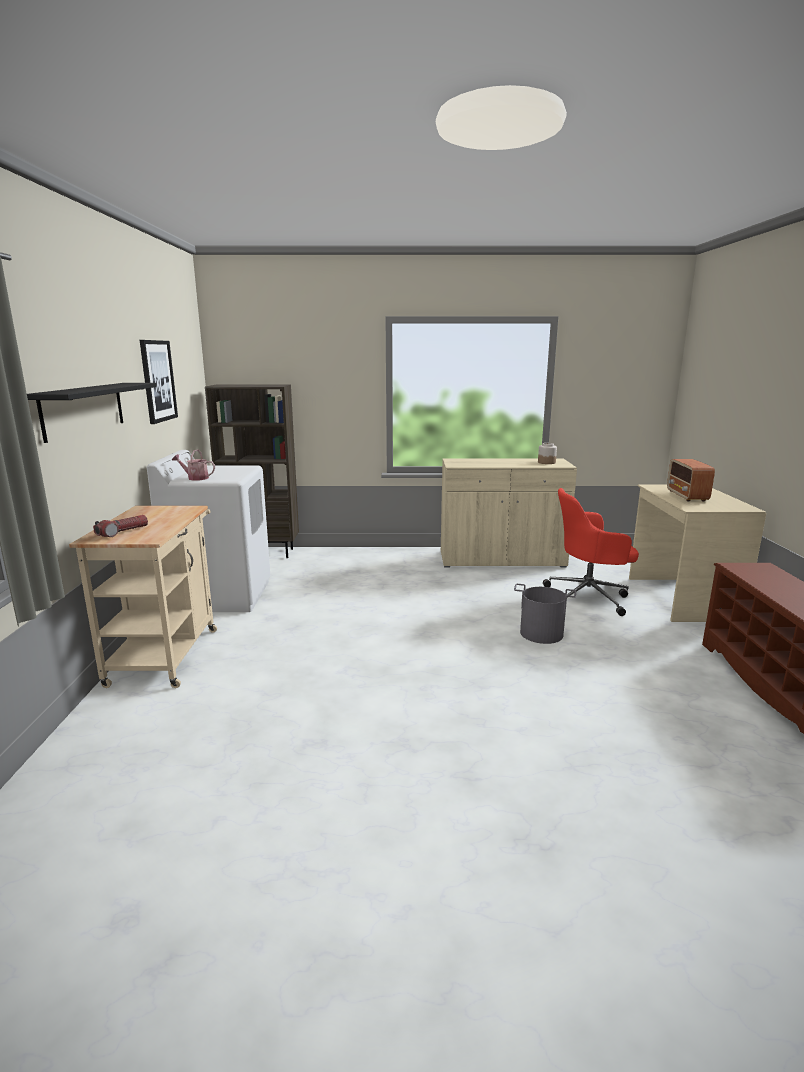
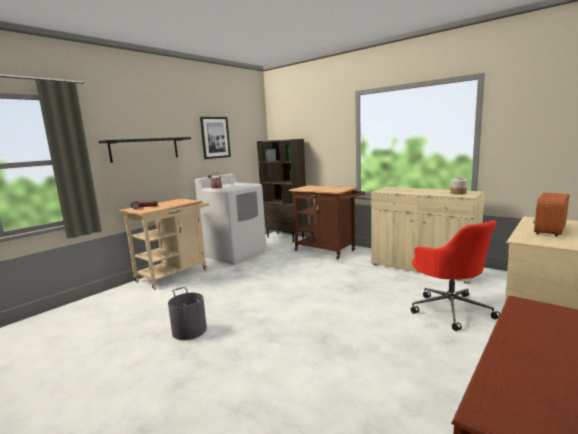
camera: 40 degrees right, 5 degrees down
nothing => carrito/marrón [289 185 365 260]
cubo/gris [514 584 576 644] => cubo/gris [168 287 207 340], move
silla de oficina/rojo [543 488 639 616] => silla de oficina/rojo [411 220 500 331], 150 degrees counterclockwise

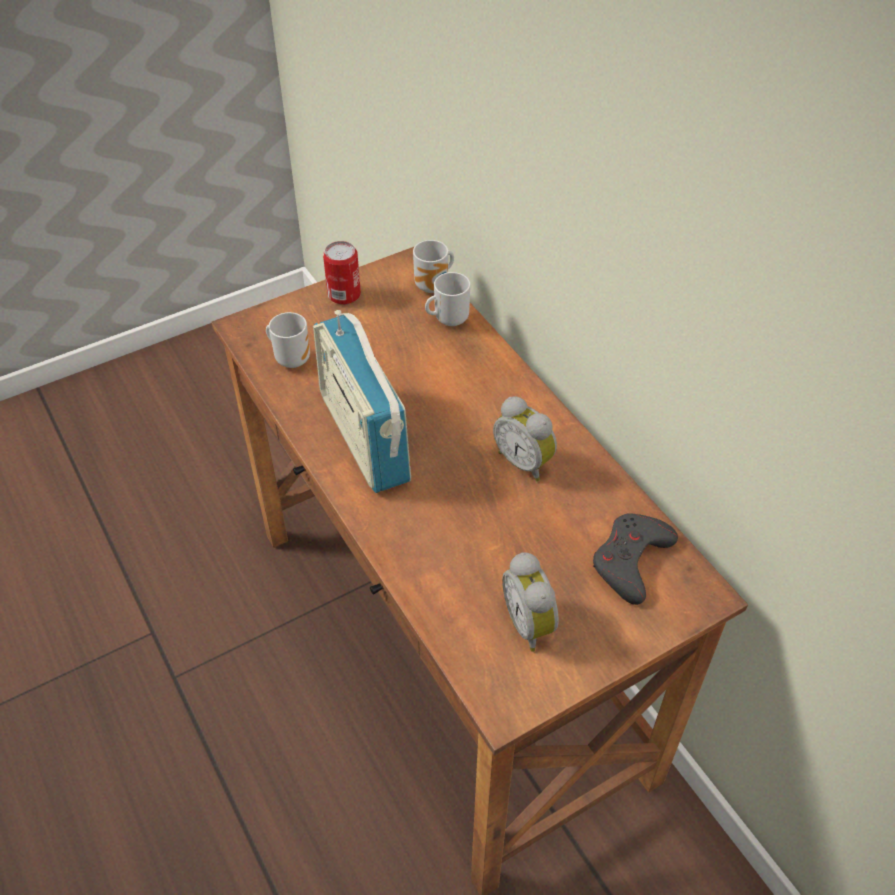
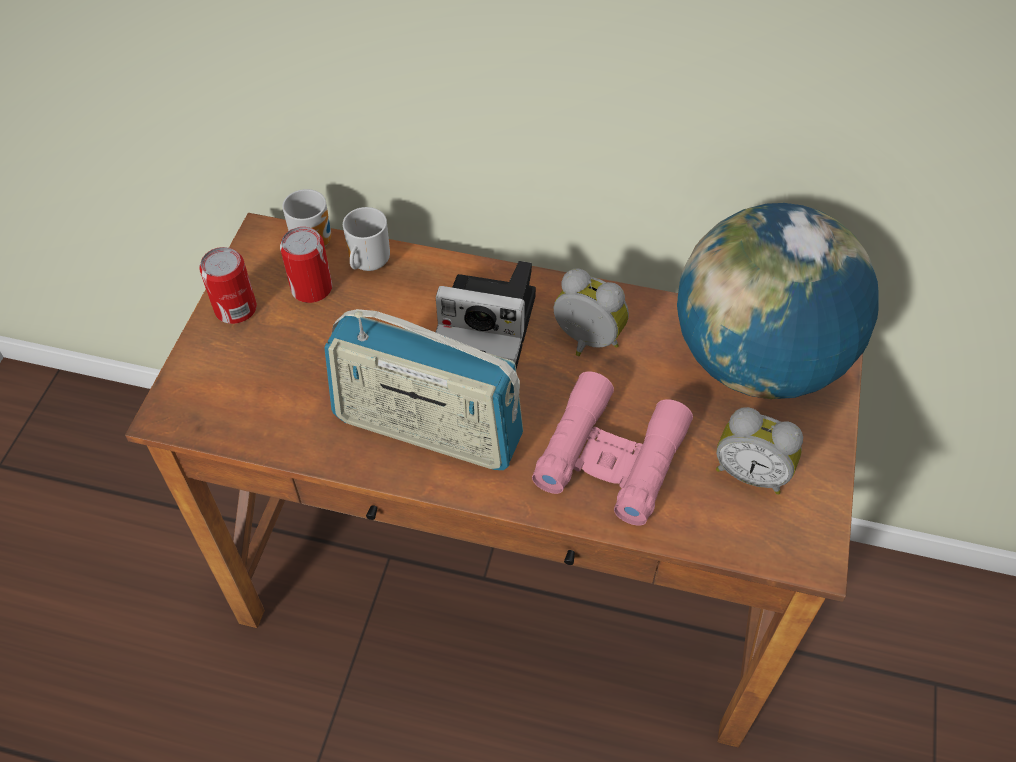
camera: 45 degrees left, 5 degrees up
taza grande [266 312 310 368] => nothing
nothing => lata [280 227 332 303]
nothing => cámara [436 261 536 369]
nothing => prismáticos/rosa [532 371 693 526]
mando de consola/gris [593 513 678 605] => globo terráqueo [677 203 879 399]
despertador [493 396 557 482] => despertador [553 269 629 356], 150 degrees counterclockwise

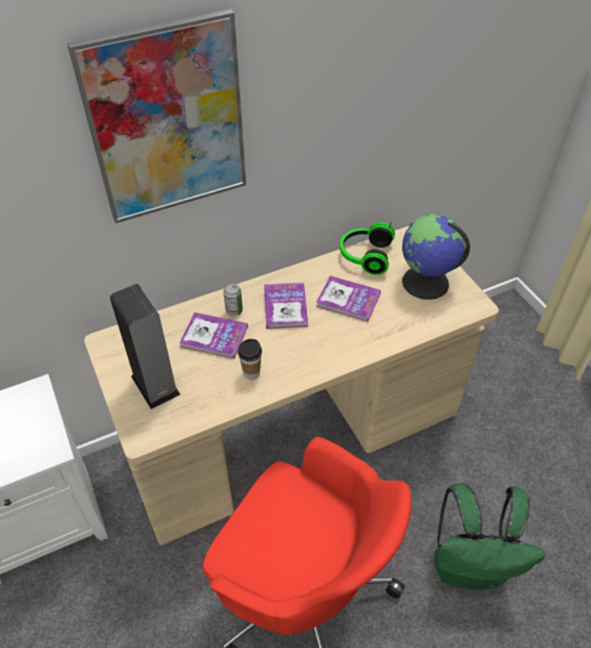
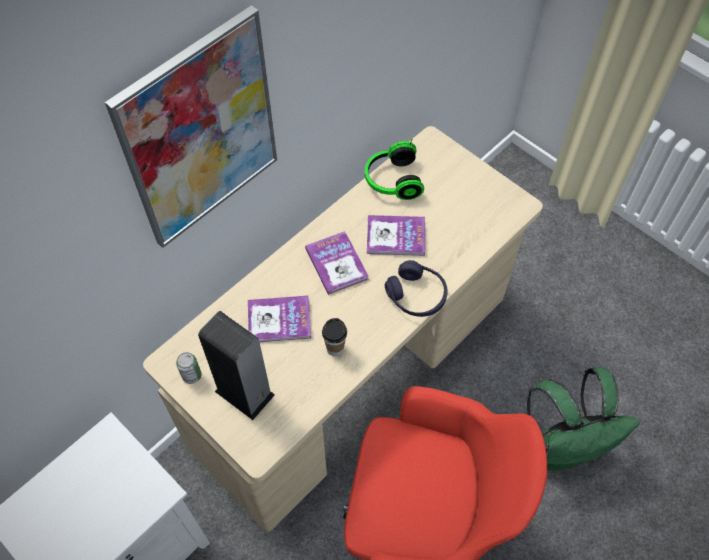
camera: 20 degrees left, 10 degrees up
globo terráqueo [402 214 470 300] => nothing
nothing => auriculares/morado [385 260 448 317]
lata [224 283 243 316] => lata [176 352 202 384], move

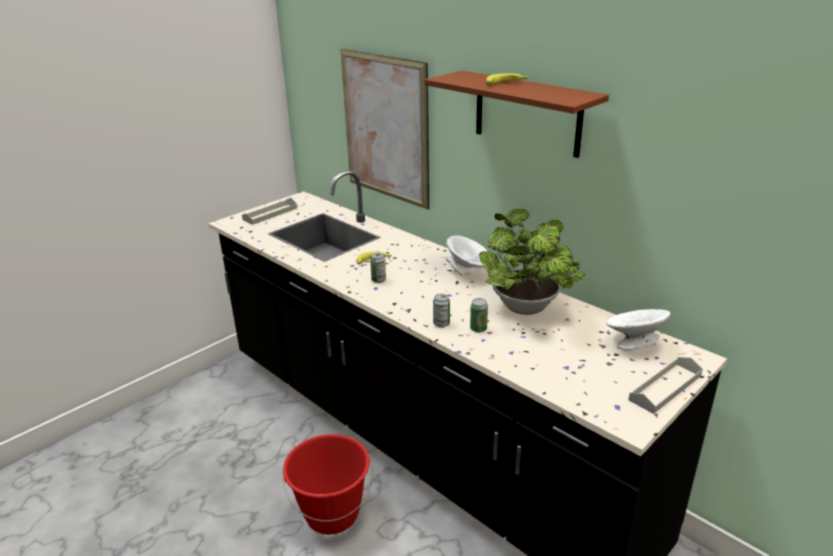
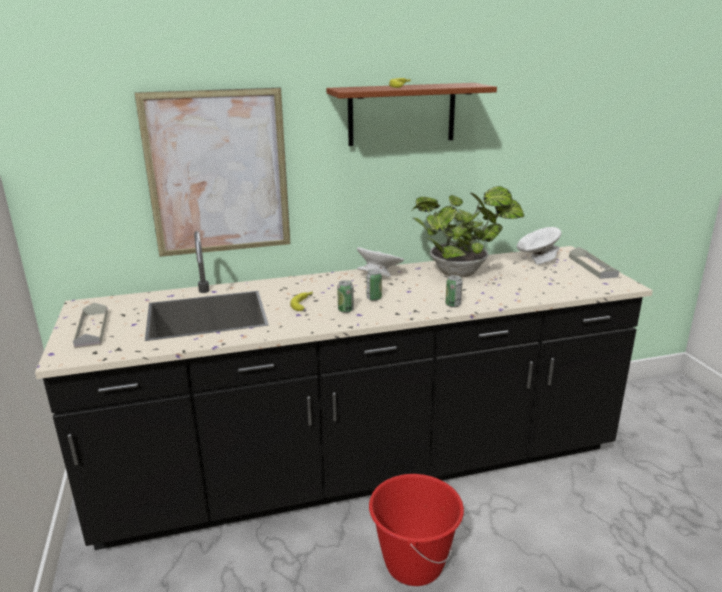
camera: 60 degrees left, 5 degrees down
lata [470 298 488 333] => lata [366 270 382 301], move

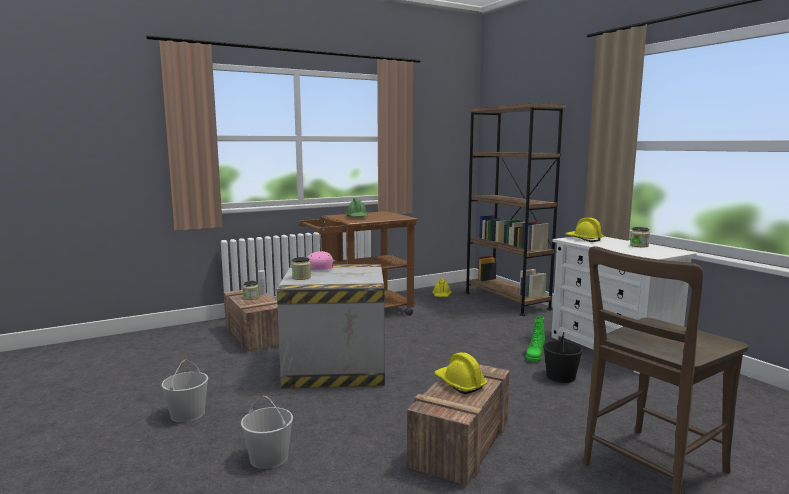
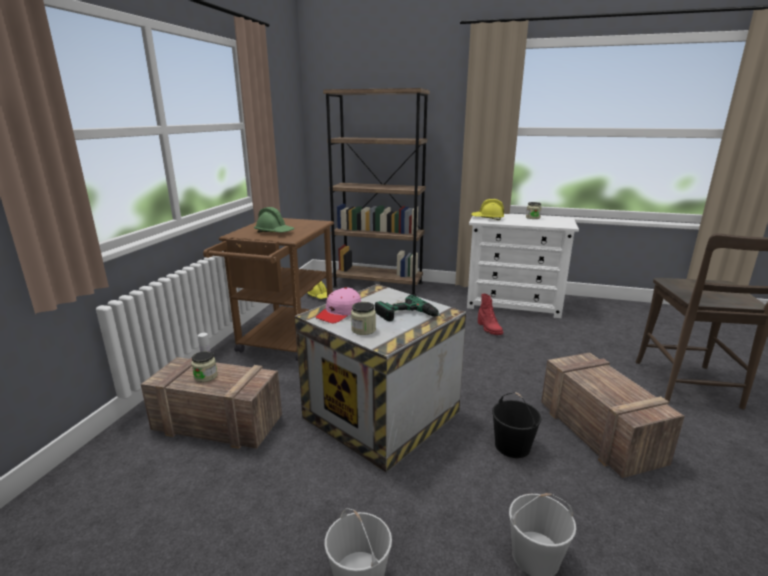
camera: 45 degrees left, 10 degrees up
casco/amarillo [434 352 487 394] => nothing
nothing => taladro [375 295 445 321]
cubo/negro [543 329 583 383] => cubo/negro [492 392 541 458], move
bota/verde [526 316 545 361] => bota/rojo [478 294 503 335]

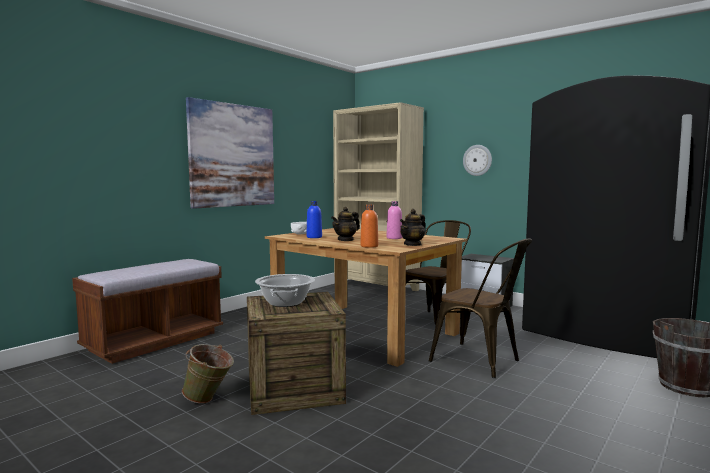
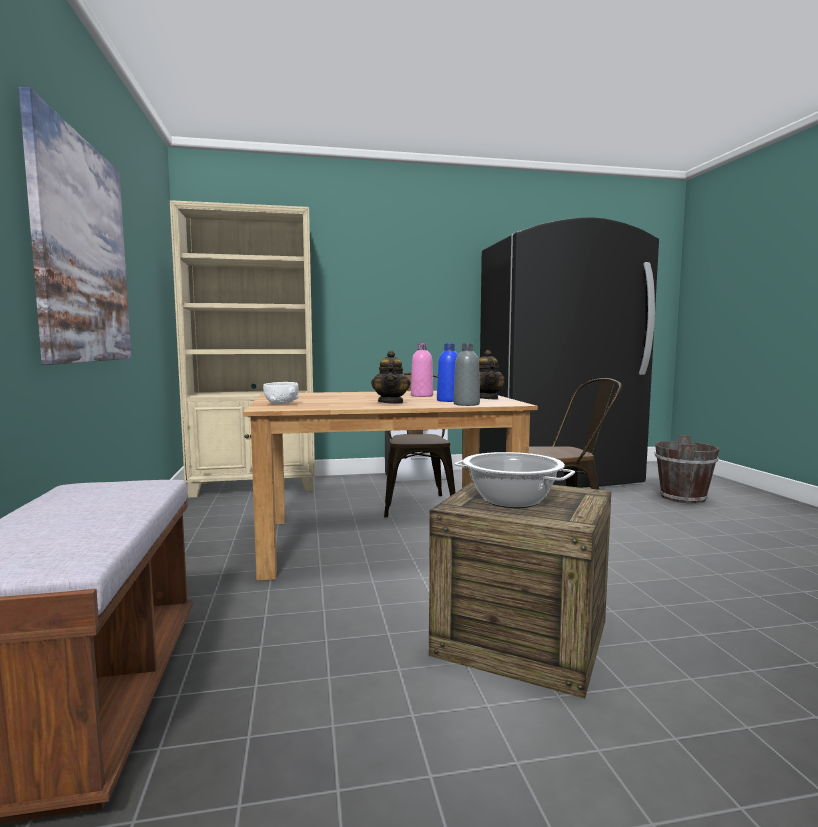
camera: 50 degrees left, 0 degrees up
cubo/verde [182 344 234 404] => nothing
reloj de pared [463 145 492 176] => nothing
botella/azul [307 201 322 238] => botella/azul [437 343 458 402], move
botella/naranja [360 204 378 248] => botella/gris [454 343 480 406]

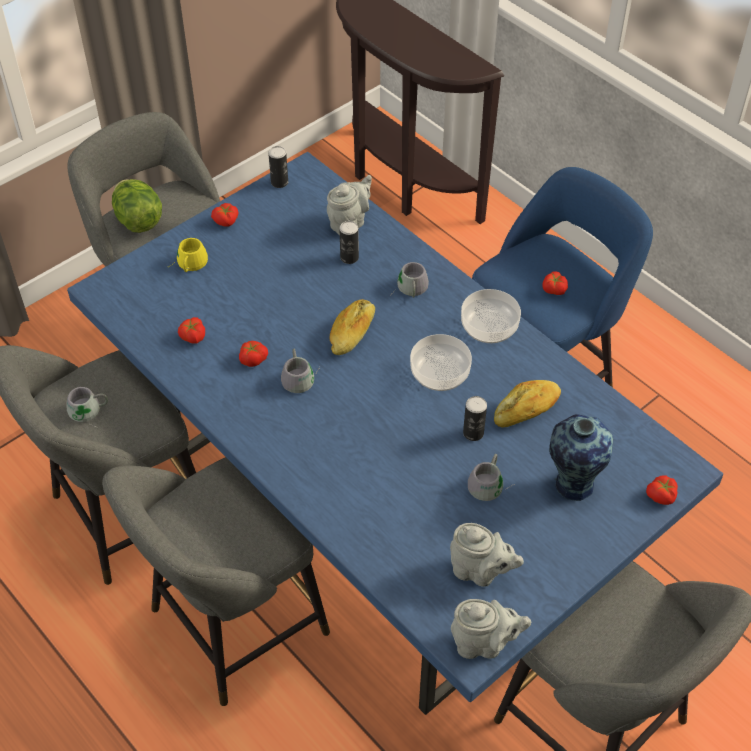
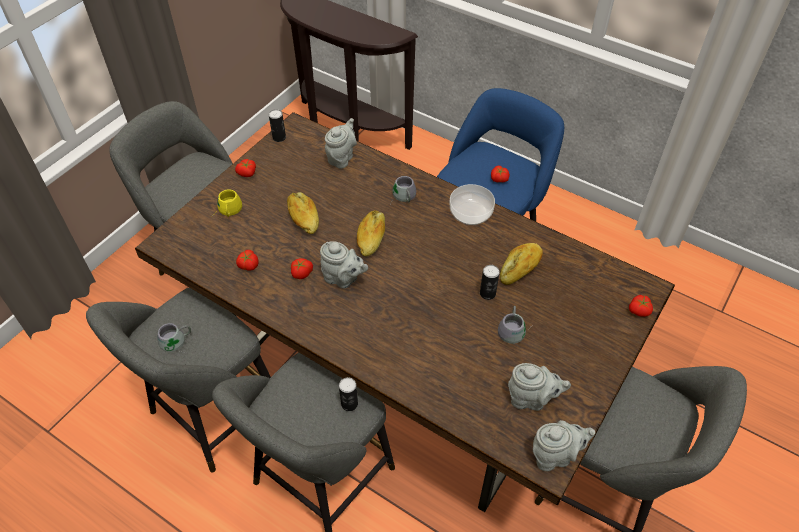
camera: 15 degrees left, 0 degrees up
lechuga [112 179 162 233] => nothing
cuenco [410 334 472 391] => nothing
florero [549 414 613 501] => nothing
nothing => pan [287 192 319 234]
lata [339 221 359 264] => lata [339 377 358 411], move
taza grande/gris [281 348 320 393] => tetera/gris [320 242 368 288]
mesa de comedor/azul [67 152 723 715] => mesa de comedor/marrón [135 112 675 512]

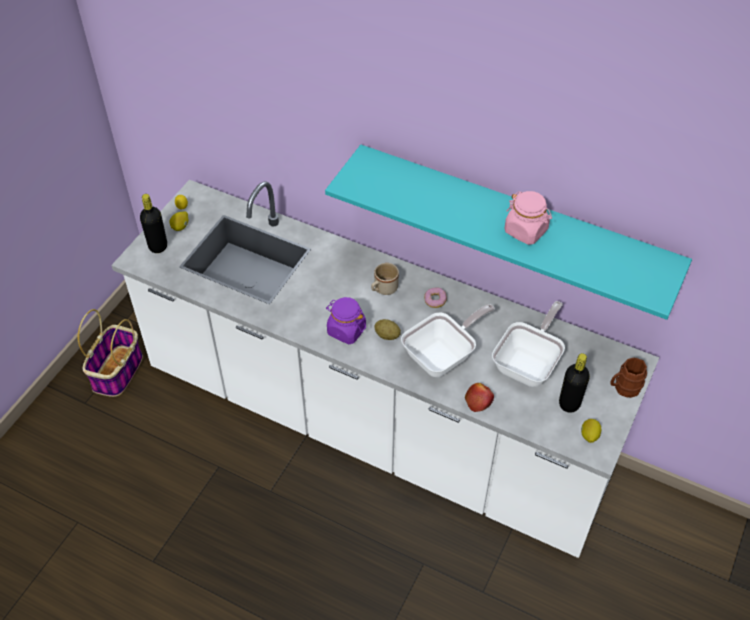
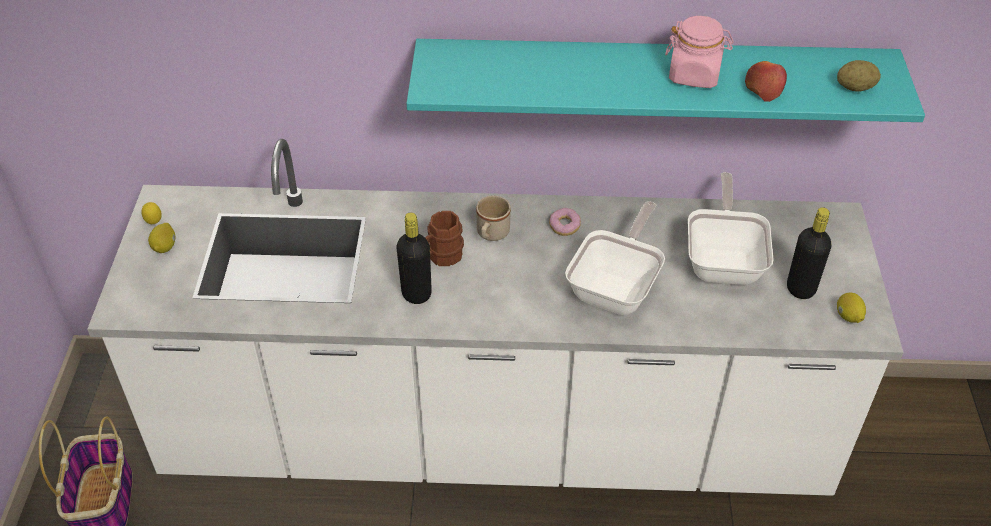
camera: 25 degrees left, 5 degrees down
tarro/morado [326 297 366 344] => nothing
botella/negro [140 194 167 253] => botella/negro [397 212 432 304], move
patata [374 319 401 340] => patata [837 60 881 92], move
manzana [465 383 494 412] => manzana [745 61 787 102], move
taza grande/marrón [610 358 647 398] => taza grande/marrón [425 211 464 266], move

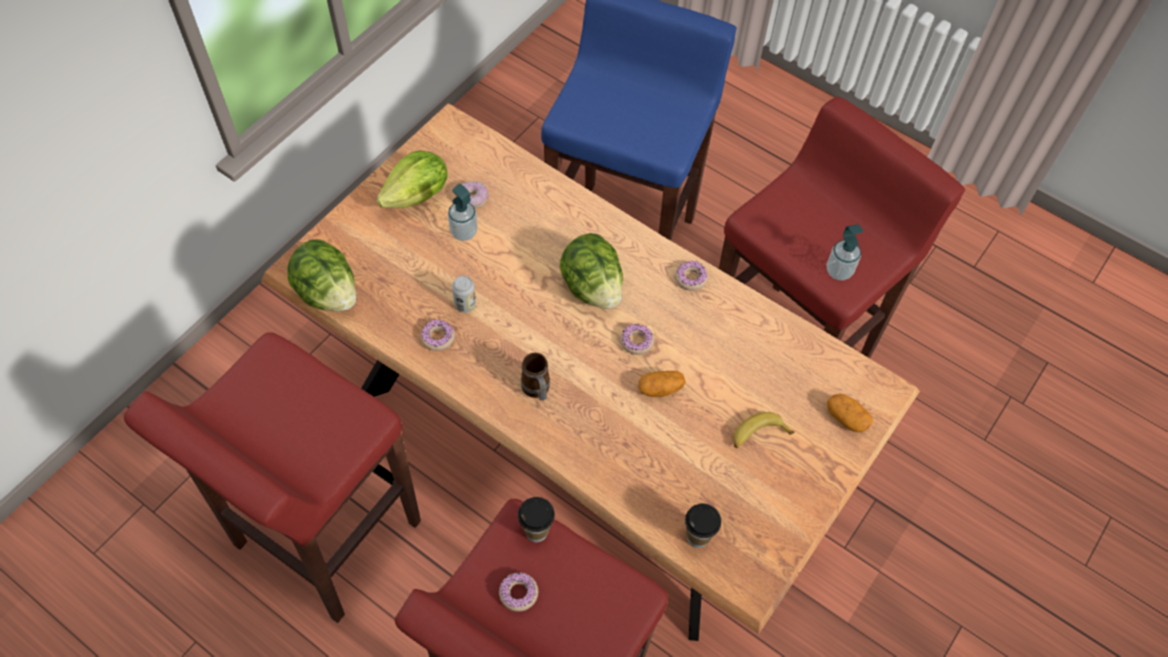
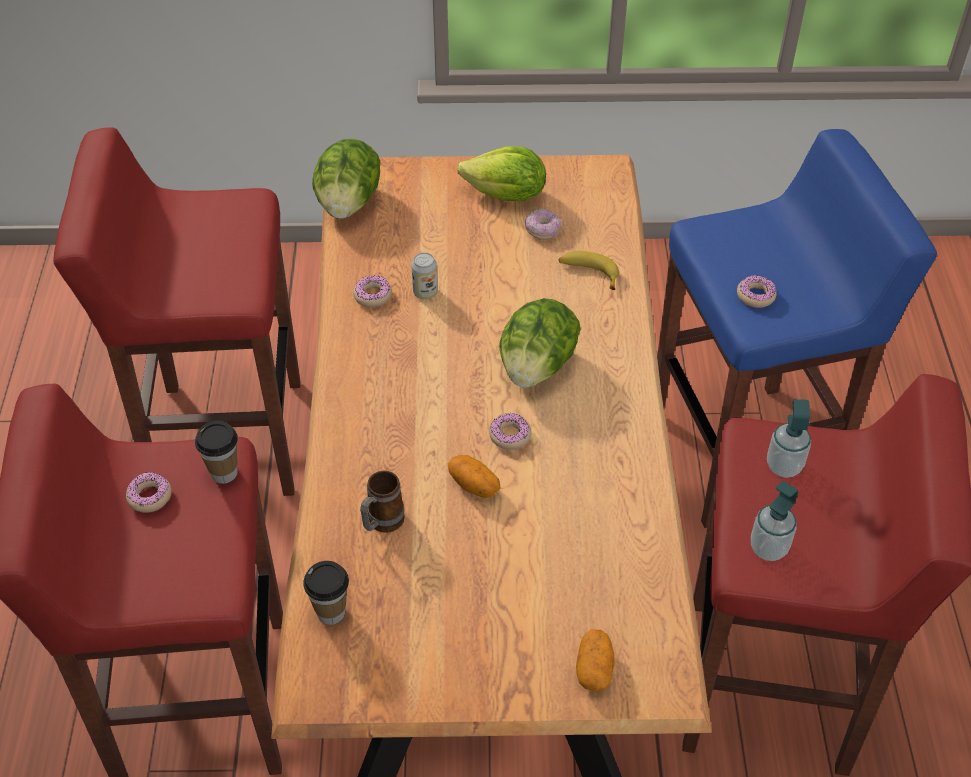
camera: 55 degrees right, 10 degrees down
dispensador de jabón [448 184 478 241] => dispensador de jabón [767 399 811 478], move
taza grande [521 353 550 400] => taza grande [360 471 405 533], move
rosquilla [675 261 708 291] => rosquilla [737 275 777 308], move
plátano [733 412 794 448] => plátano [559 251 619 290], move

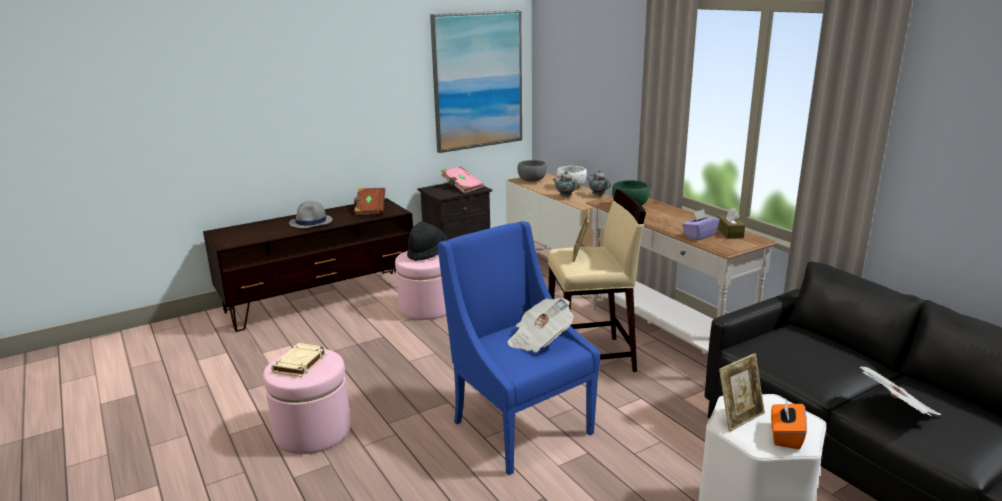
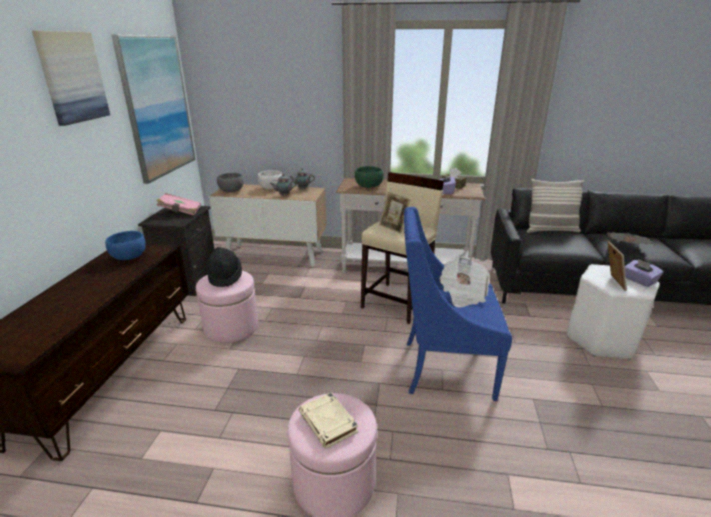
camera: 50 degrees left, 5 degrees up
sombrero/gris [289 201 332 228] => nothing
nothing => cuadro [32 31 110 126]
nothing => cojín [527 179 584 233]
libro/marrón [354 188 385 216] => cuenco/azul [105 231 146 260]
caja de pañuelos/naranja [771 400 807 449] => caja de pañuelos/morado [625 259 663 287]

